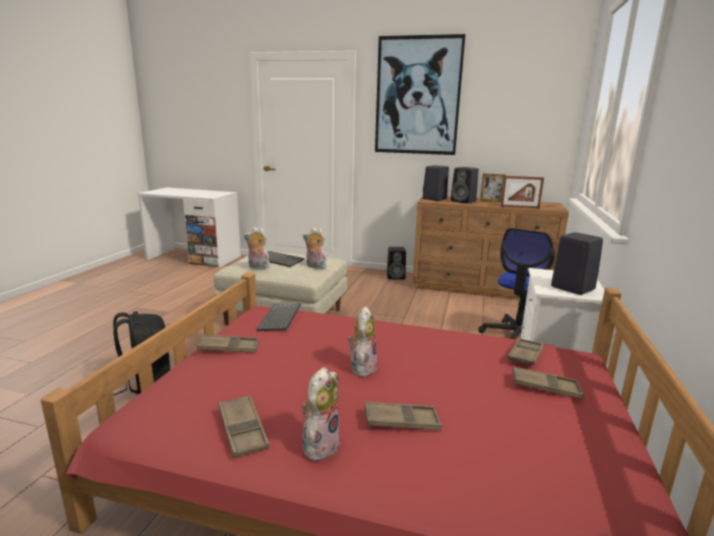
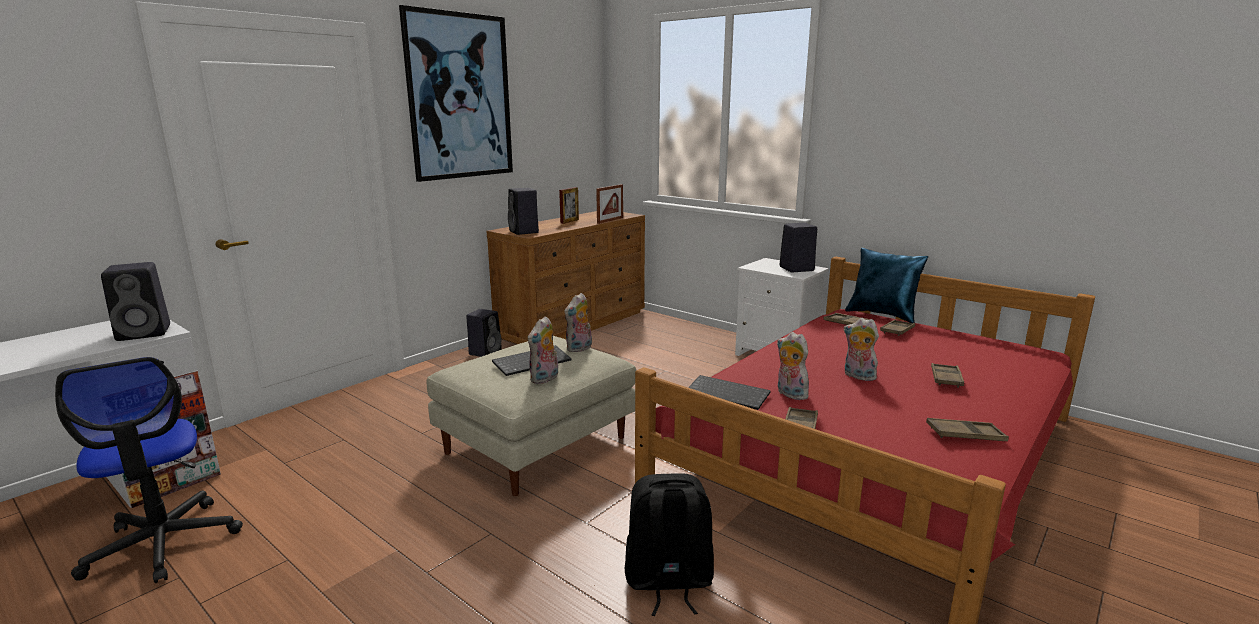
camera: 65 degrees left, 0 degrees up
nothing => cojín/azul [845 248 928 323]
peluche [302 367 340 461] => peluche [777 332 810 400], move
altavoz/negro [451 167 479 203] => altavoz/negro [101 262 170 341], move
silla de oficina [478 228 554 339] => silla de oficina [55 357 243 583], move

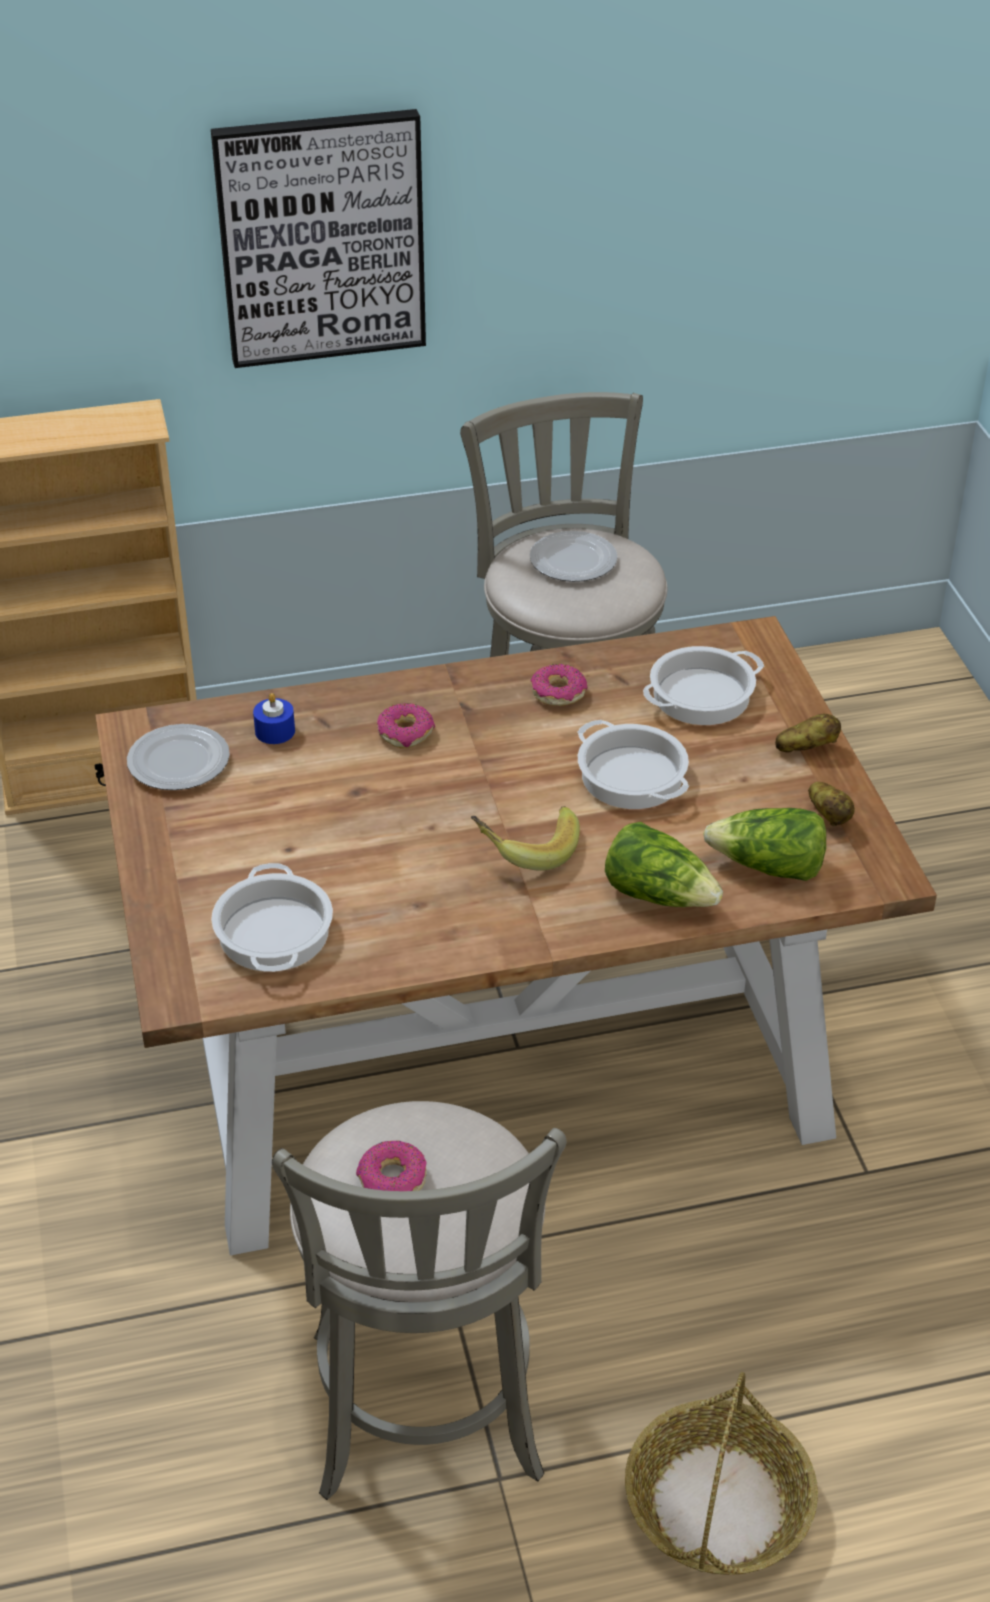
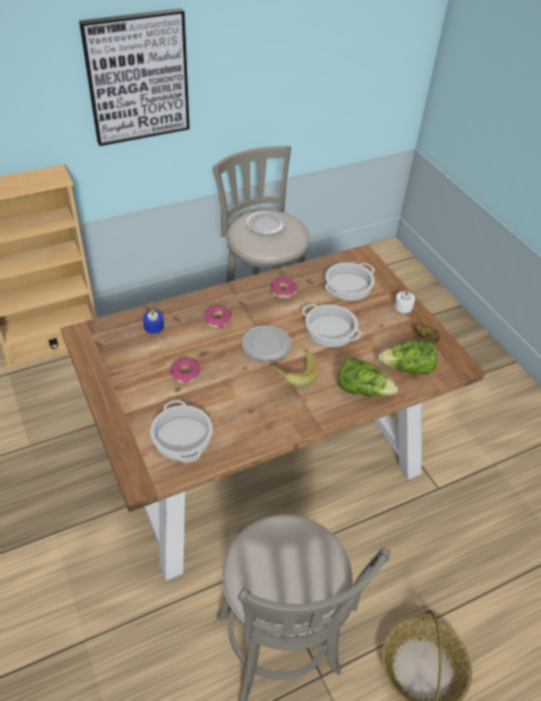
camera: 15 degrees left, 5 degrees up
plato [127 724 230 790] => plato [241 325 292 362], move
rosquilla [356 1141 427 1191] => rosquilla [170 358 200 383], move
patata [775 714 841 753] => vela/blanco [394 289 415 313]

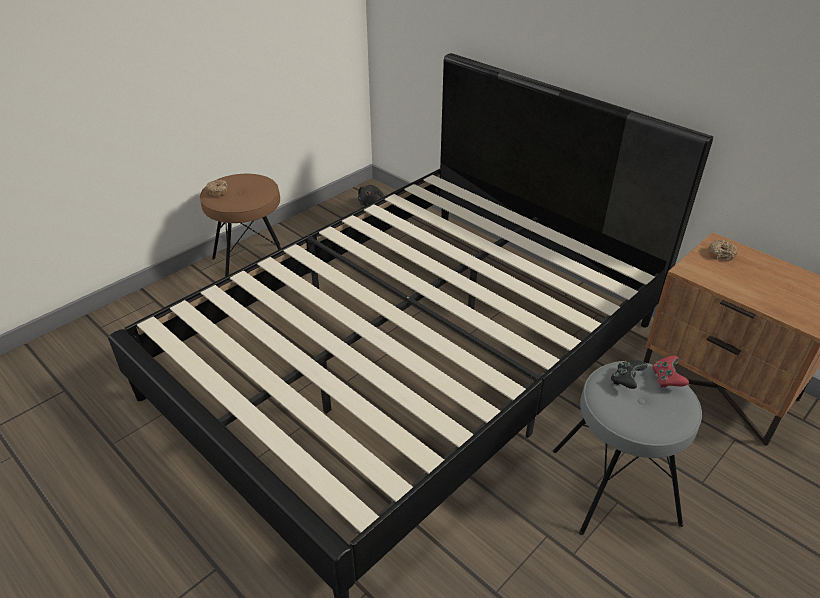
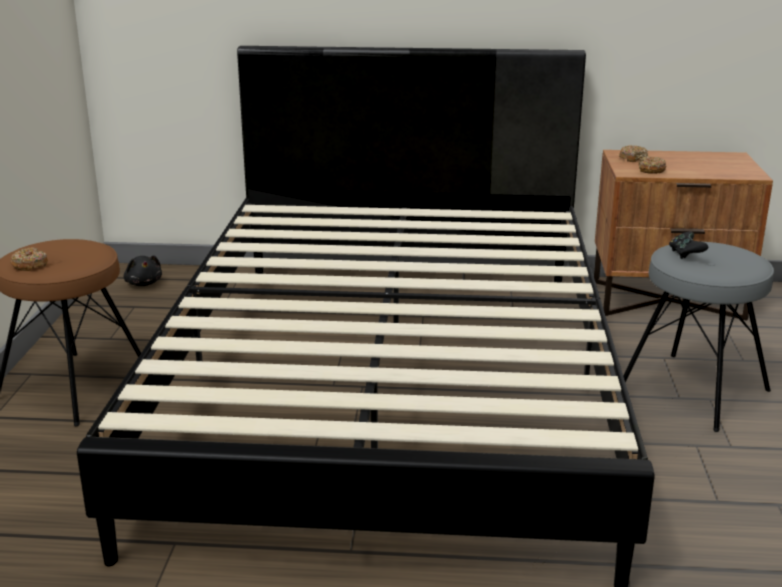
camera: 40 degrees left, 15 degrees down
mando de consola/rojo [652 356 689 388] => nothing
nothing => rosquilla [638 156 667 174]

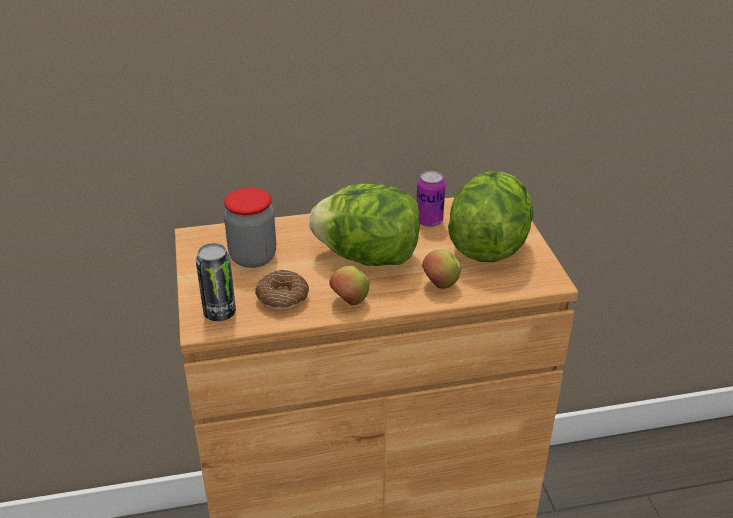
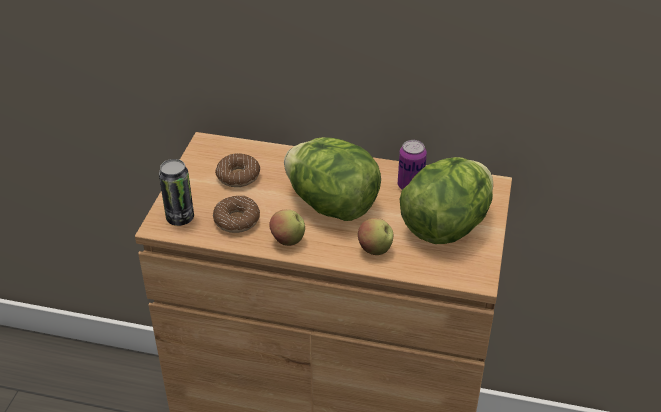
camera: 25 degrees right, 5 degrees up
tarro [224 188 276 268] => rosquilla [215 153 260 187]

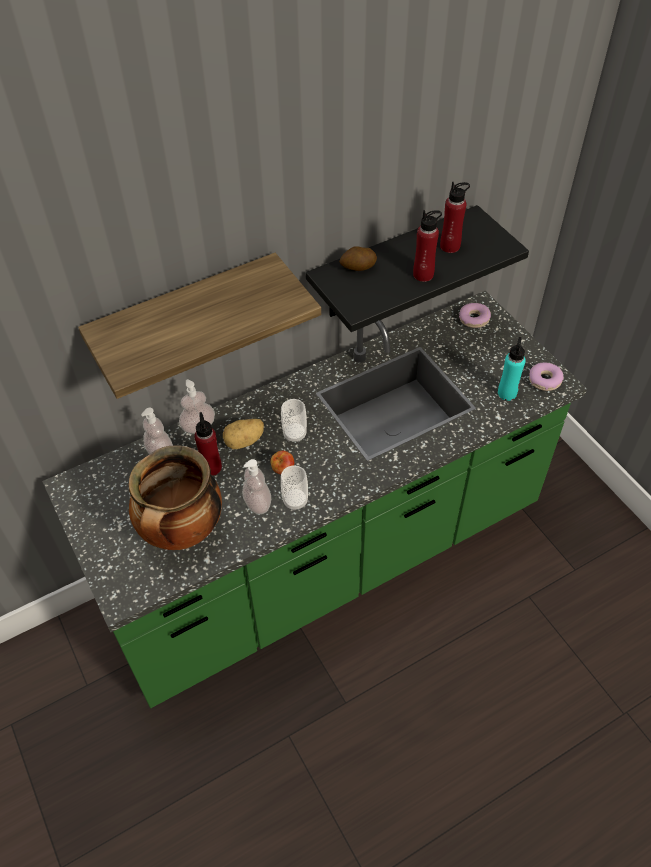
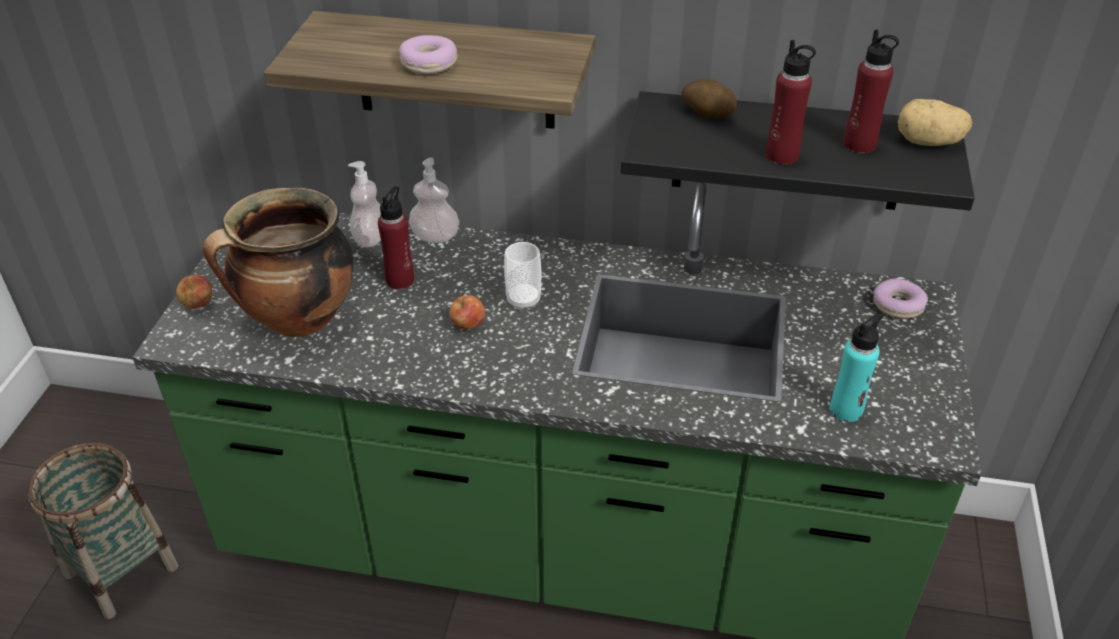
camera: 40 degrees right, 10 degrees down
dispensador de jabón [242 459 271 514] => nothing
taza [281 466 308 511] => nothing
nothing => cesta [28 443 178 619]
nothing => manzana [176 274 212 309]
patata [223 419 264 449] => patata [898 99 973 146], move
rosquilla [529 363 564 391] => rosquilla [399 35 457 74], move

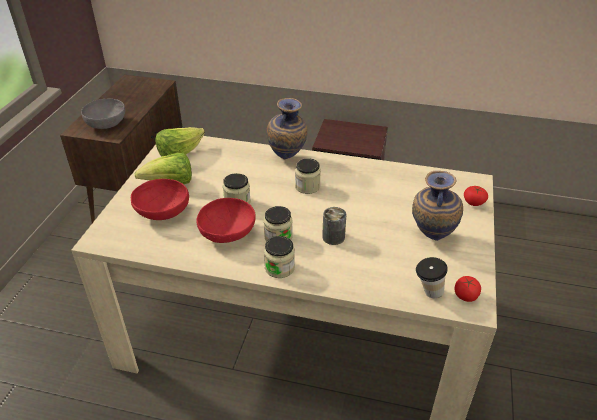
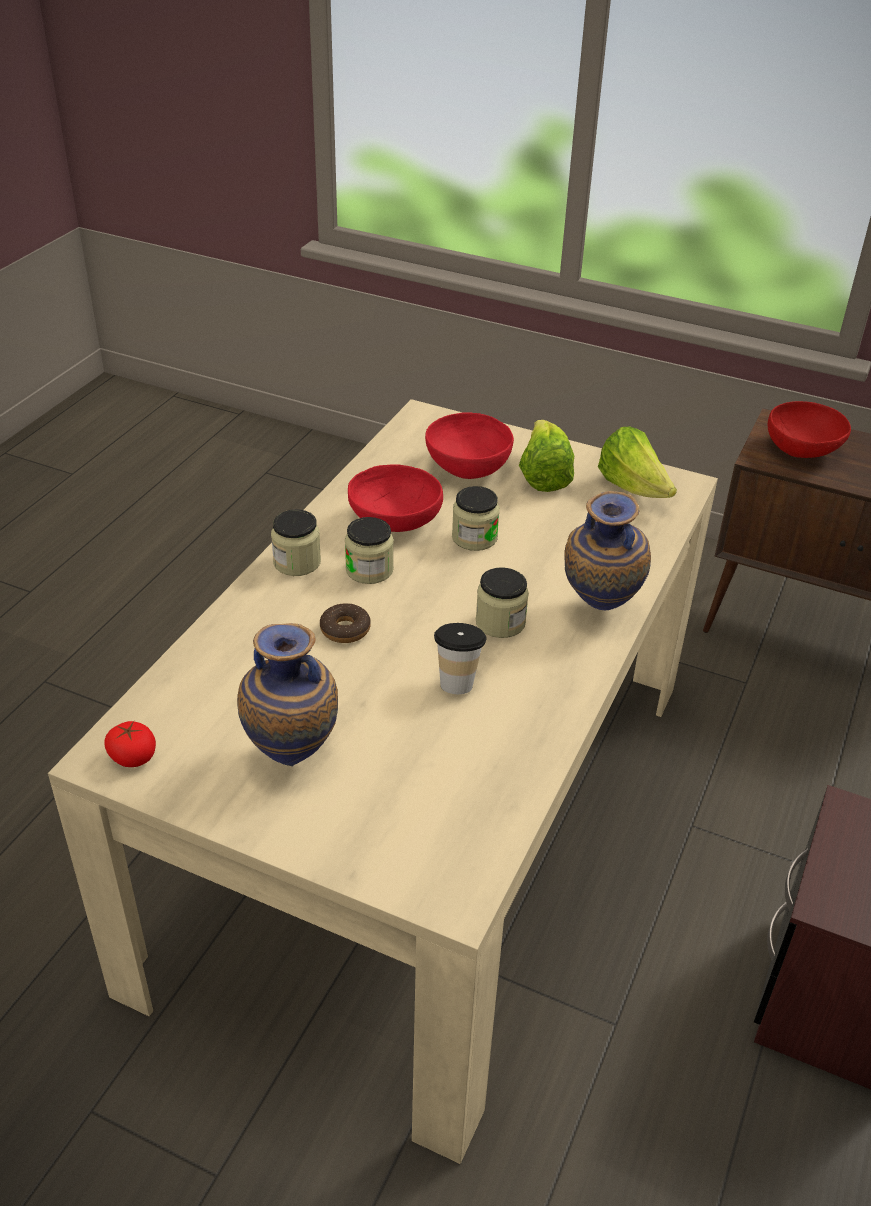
camera: 100 degrees right, 0 degrees up
tomate [464 186 488 206] => nothing
taza [416 257 448 298] => taza [434 623 486 694], move
lata [322 207 347 245] => rosquilla [320 603 371 643]
cuenco/gris [81 99 125 129] => cuenco/rojo [768 401 851 458]

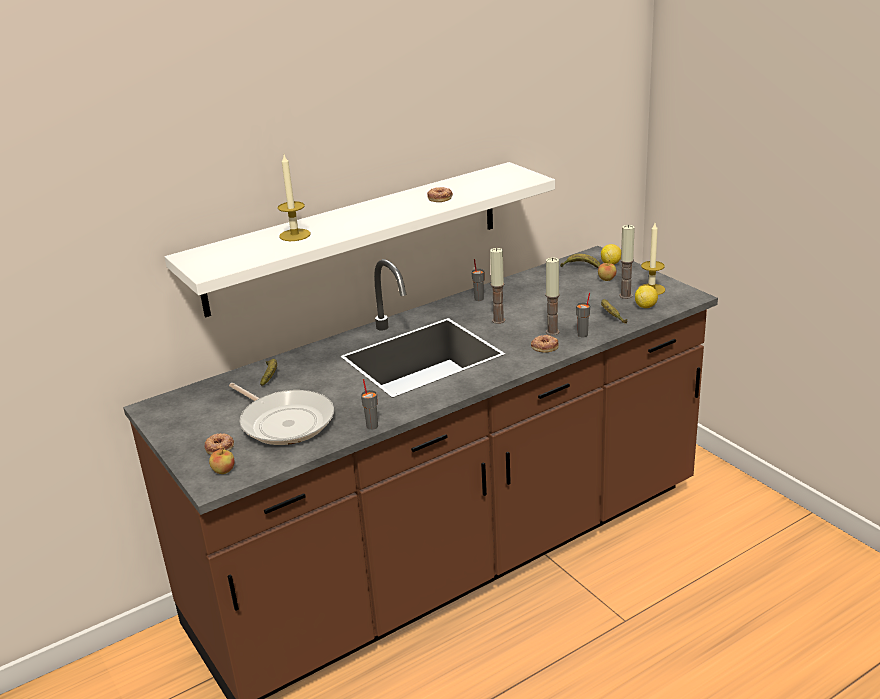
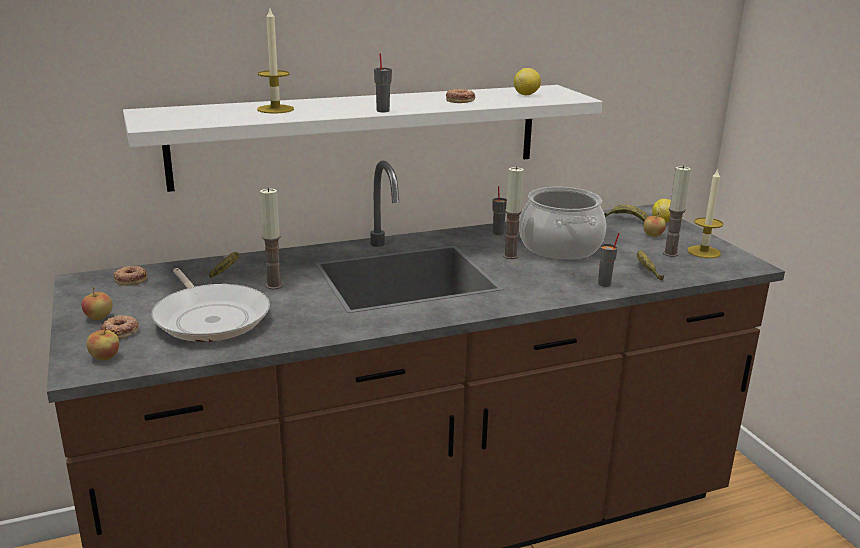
camera: 10 degrees right, 5 degrees down
nothing => manzana [82 287 112 320]
nothing => olla [519 187 606 259]
taza/gris [361 379 378 430] => taza/gris [374 53 392 112], move
rosquilla [531 335 559 353] => rosquilla [114 266 147 285], move
vela [545 257 560 335] => vela [260 188 283 289], move
limón [635 285 658 308] => limón [514 68 541 95], move

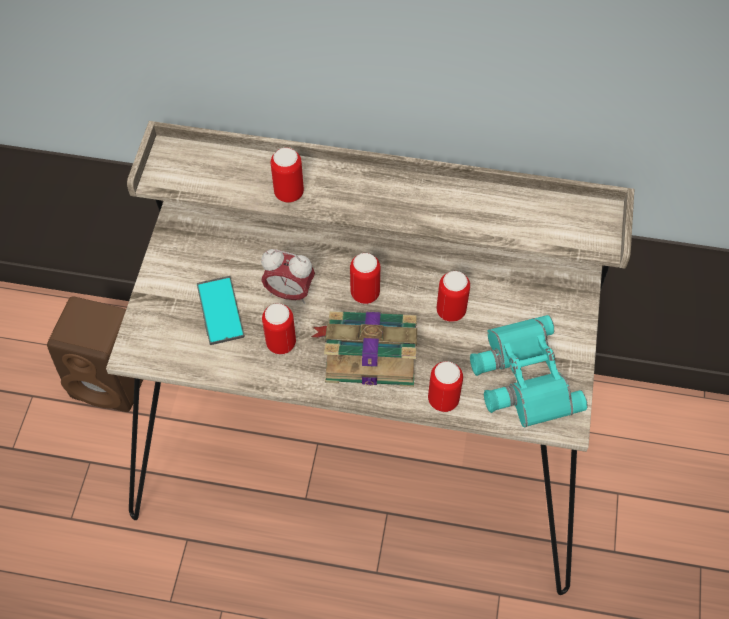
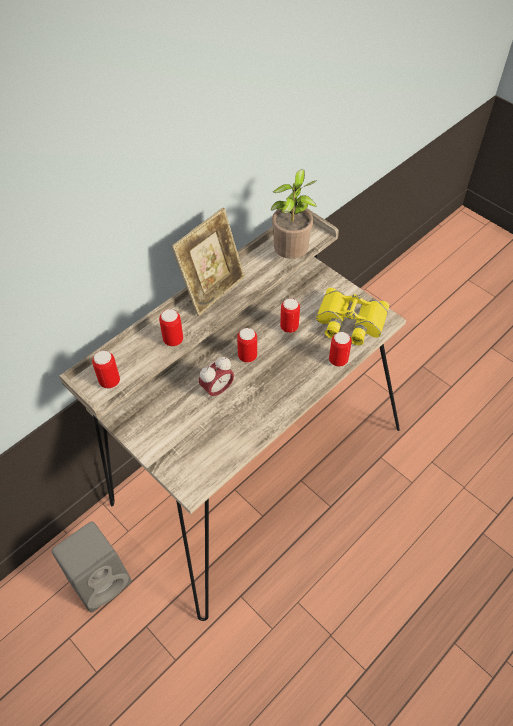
camera: 55 degrees left, 5 degrees down
móvil [197 276 245 345] => nothing
libro [311 311 417 387] => nothing
nothing => portarretratos [171 208 245 316]
nothing => planta en maceta [271 169 317 259]
lata [262 303 296 355] => lata [92 351 120 389], move
altavoz/marrón [47 296 143 412] => altavoz/gris [52 522 132 613]
prismáticos/turquesa [470 315 588 427] => prismáticos/amarillo [316 288 389 345]

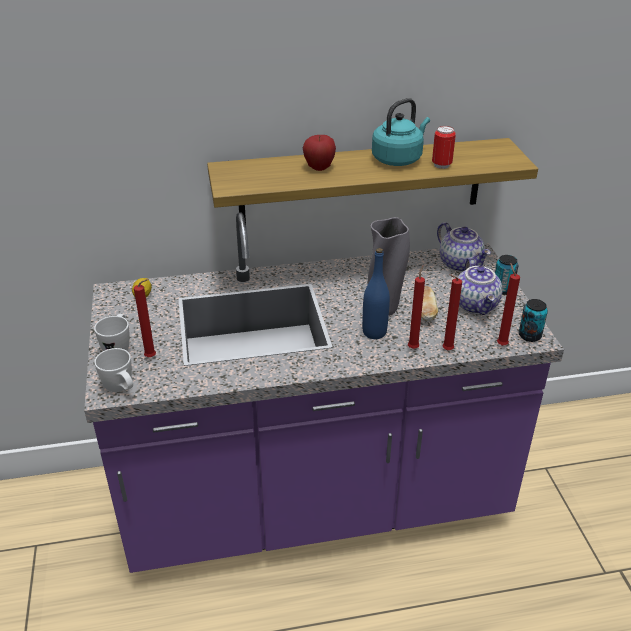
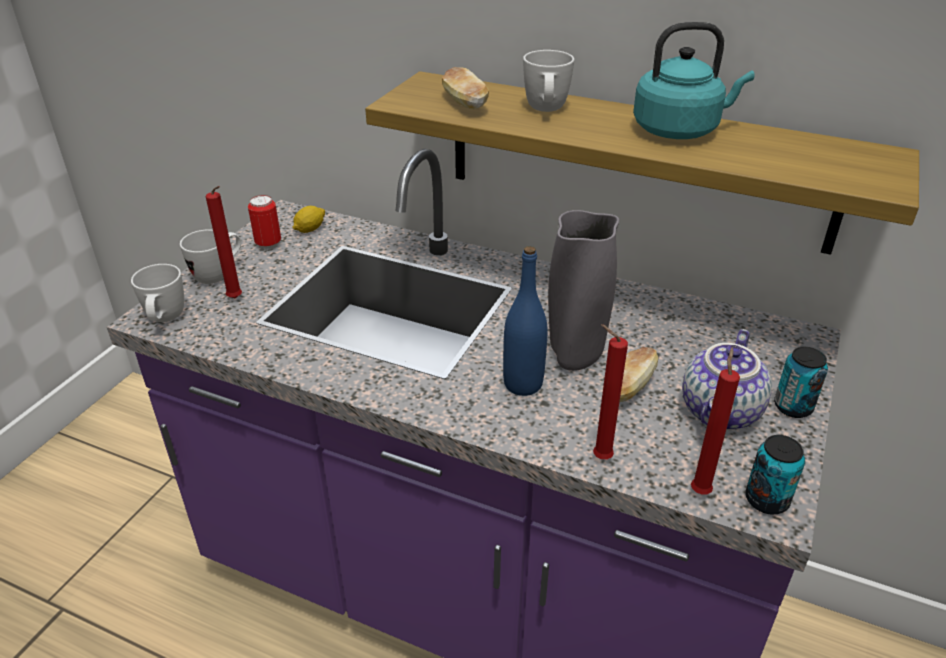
camera: 35 degrees right, 0 degrees up
vela/rojo [408 266 425 349] => nothing
tetera [437 222 491 272] => nothing
nothing => pan [442 67 489 109]
lata [432 126 456 169] => lata [248 195 281 250], move
manzana [303 135 336 171] => taza grande/blanco [523 50 574 112]

